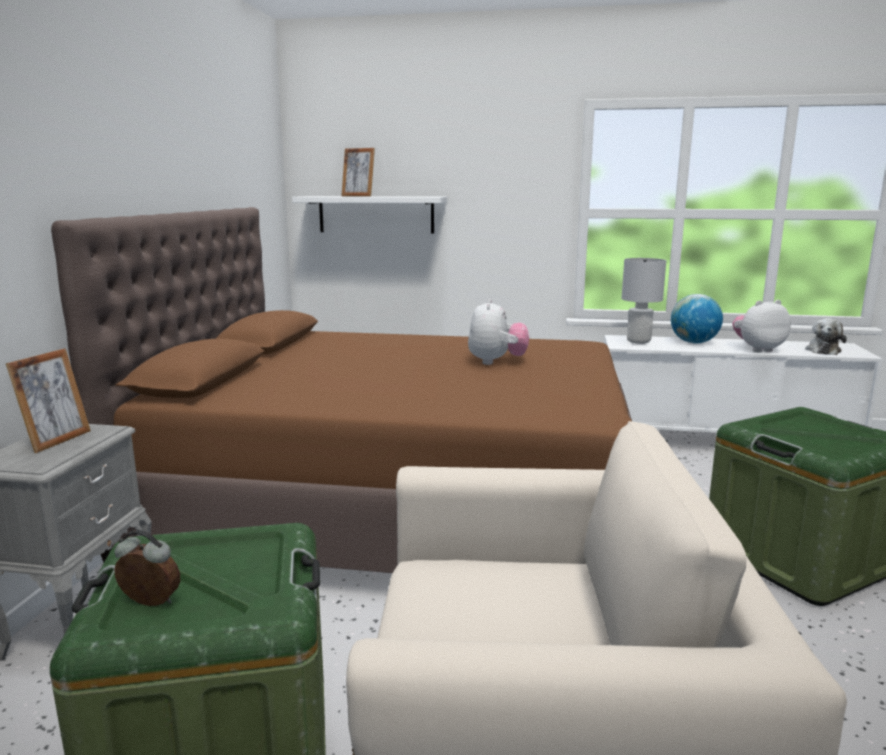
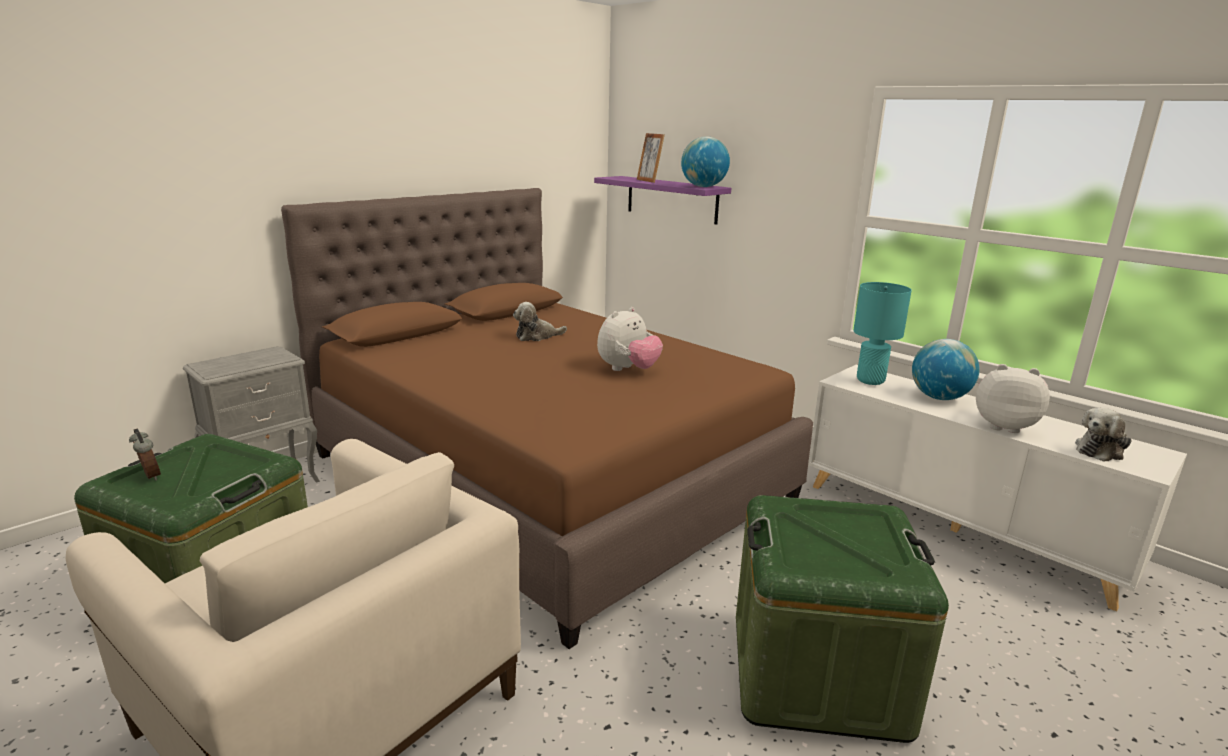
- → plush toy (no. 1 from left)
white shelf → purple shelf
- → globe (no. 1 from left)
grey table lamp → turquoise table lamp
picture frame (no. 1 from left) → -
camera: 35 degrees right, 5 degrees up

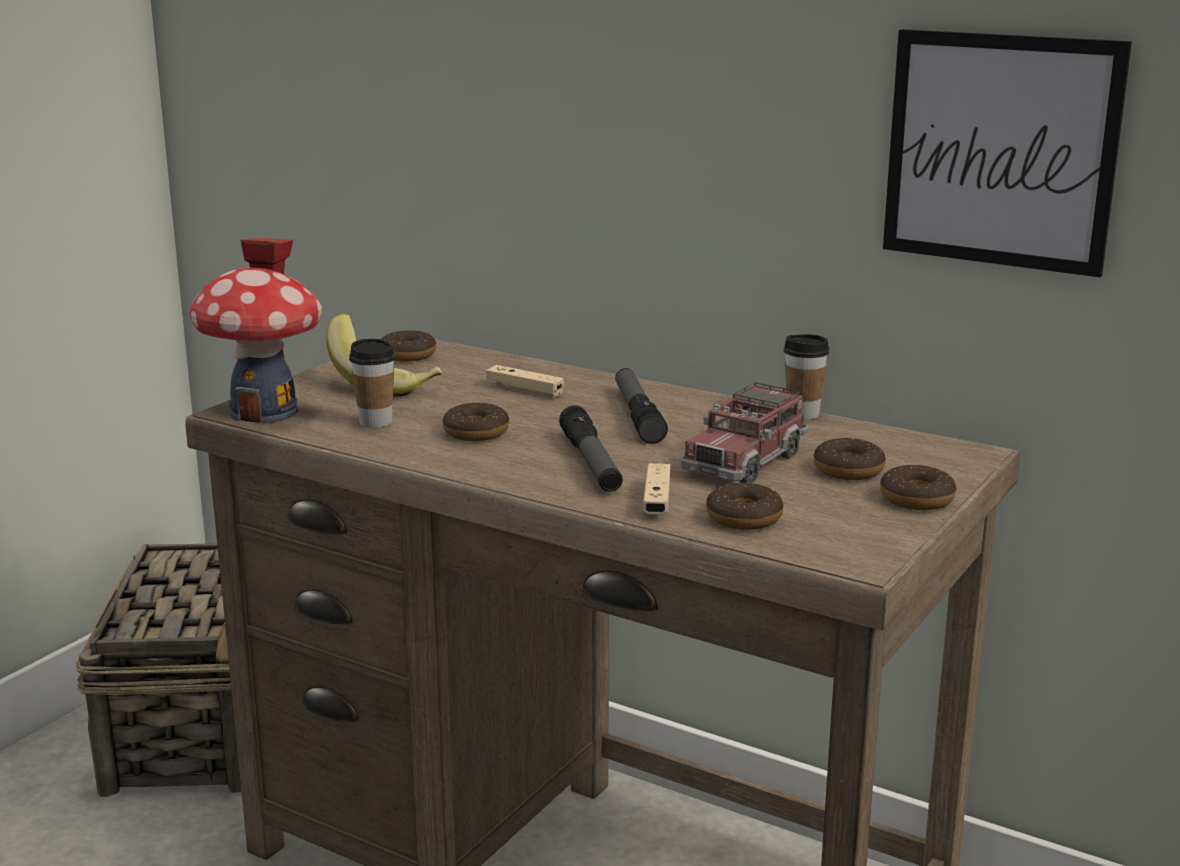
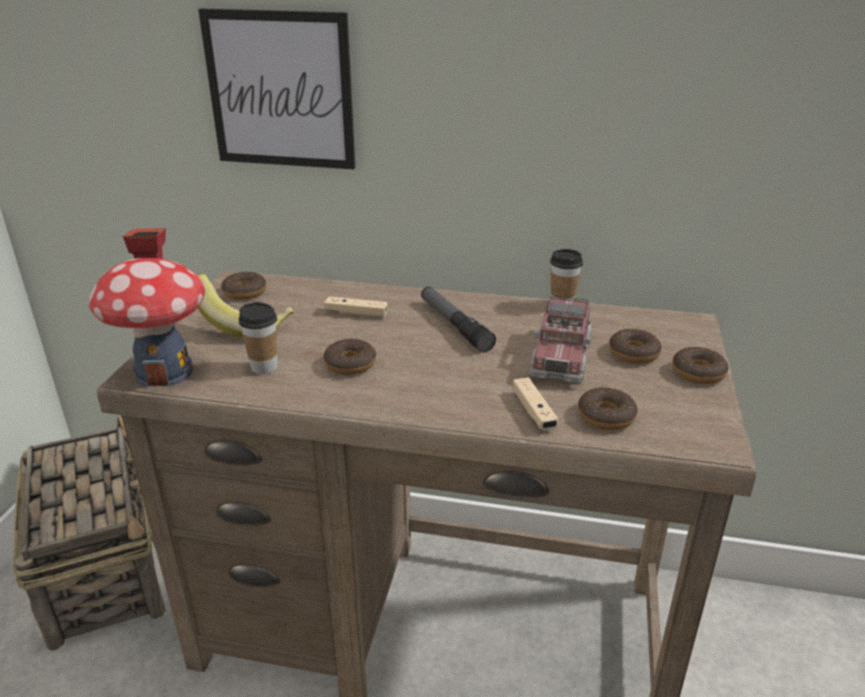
picture, shifted
flashlight (no. 1 from left) → -
camera: 20 degrees left, 10 degrees up

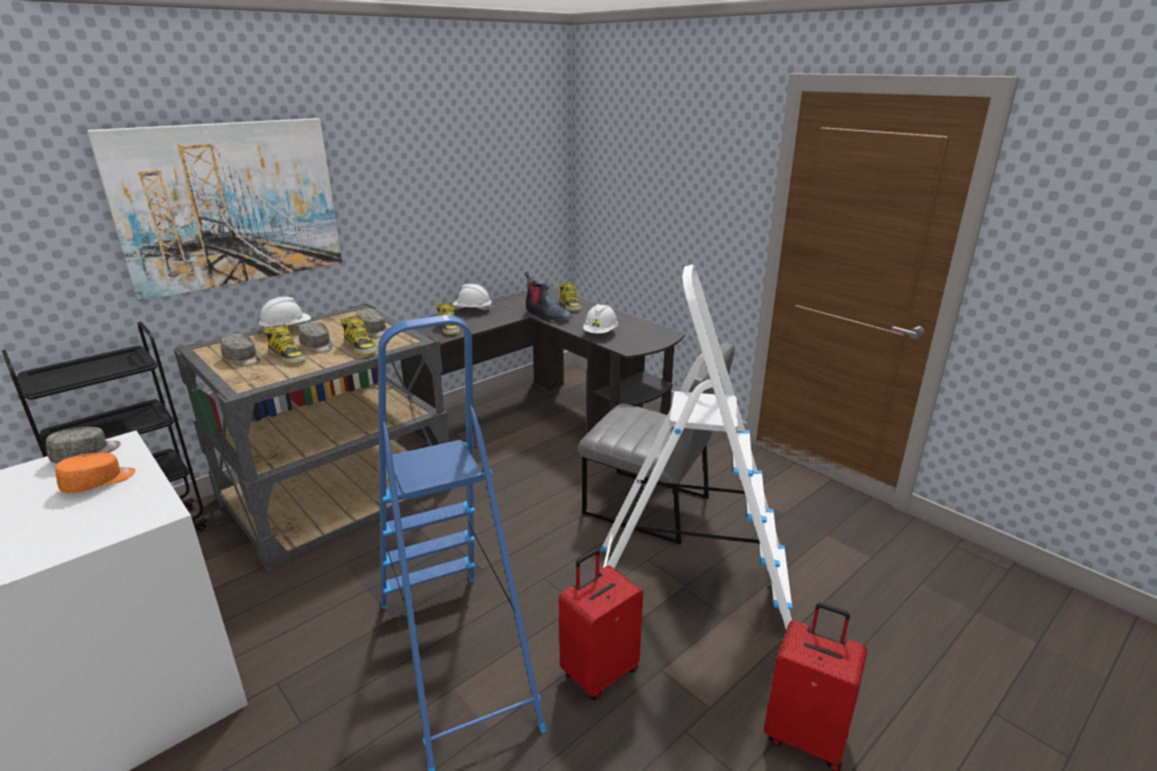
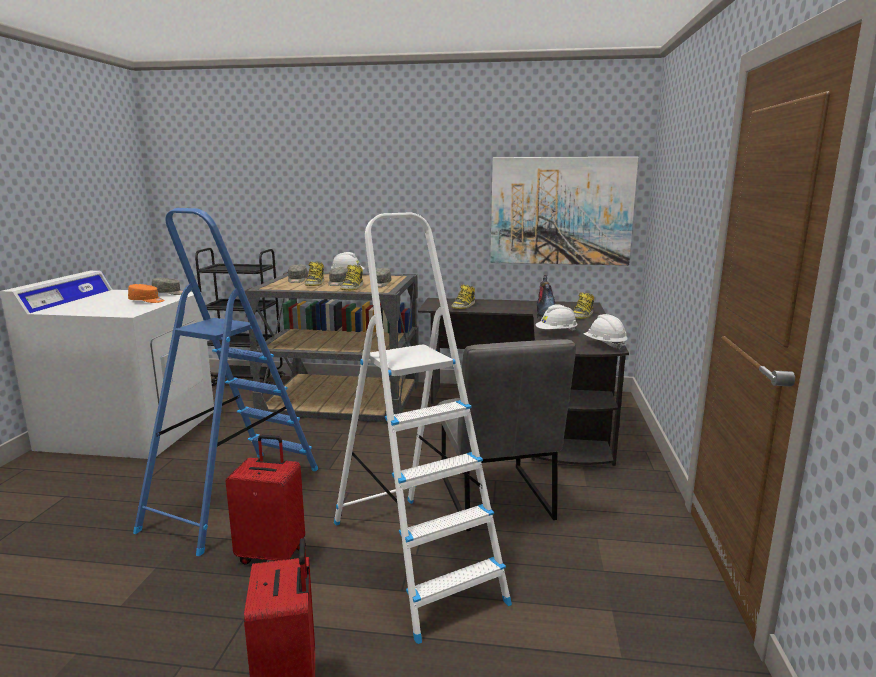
picture, shifted
white hard hat (no. 2 from left in the first image) → white hard hat (no. 3 from left), shifted
camera: 50 degrees right, 10 degrees down

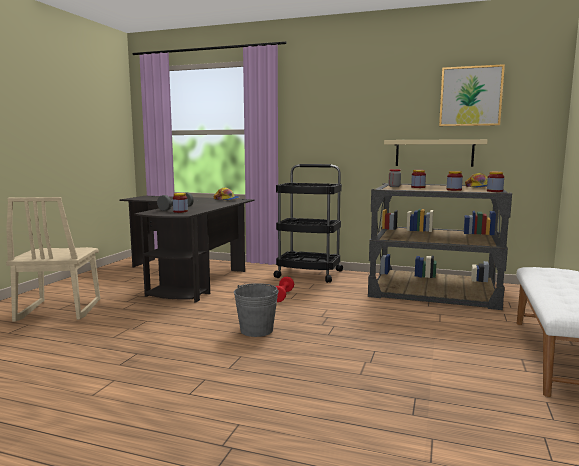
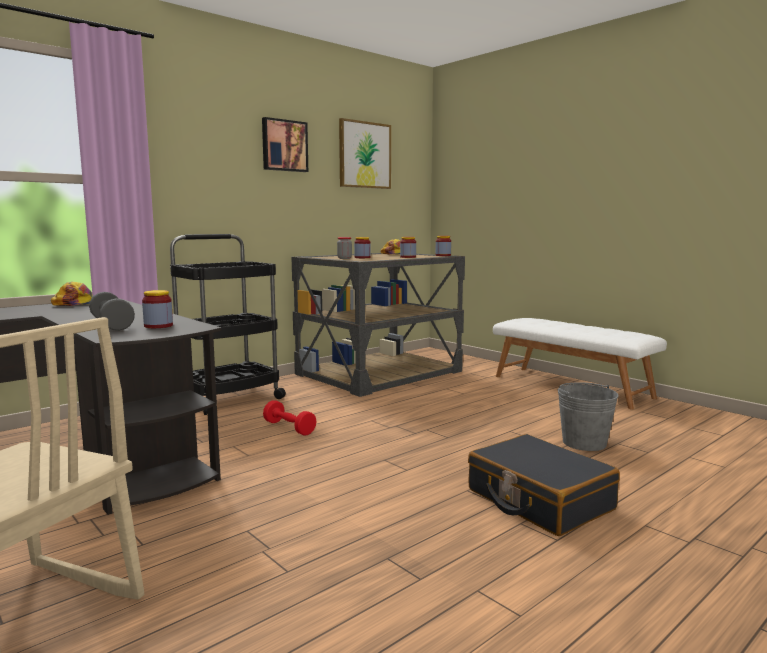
- → picture (no. 1 from left)
- → black suitcase
grey bucket, shifted
beige shelf → -
camera: 60 degrees left, 0 degrees up

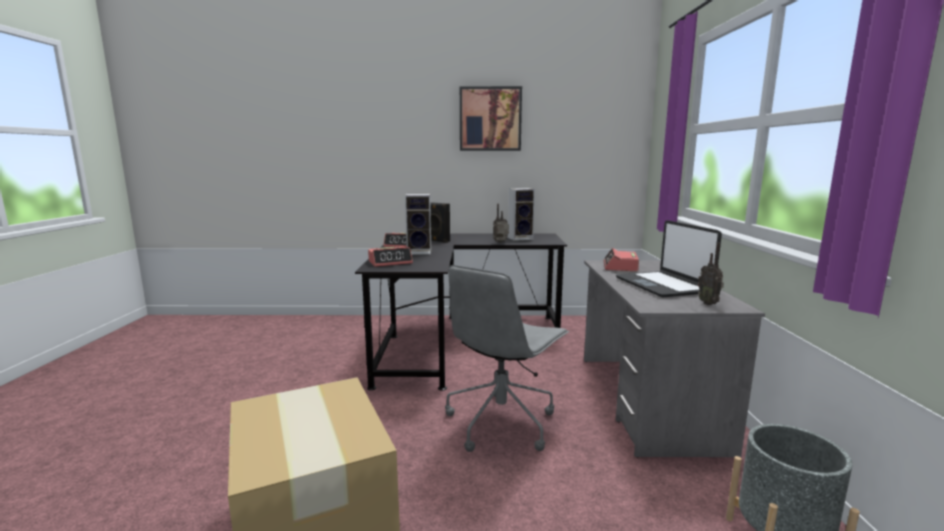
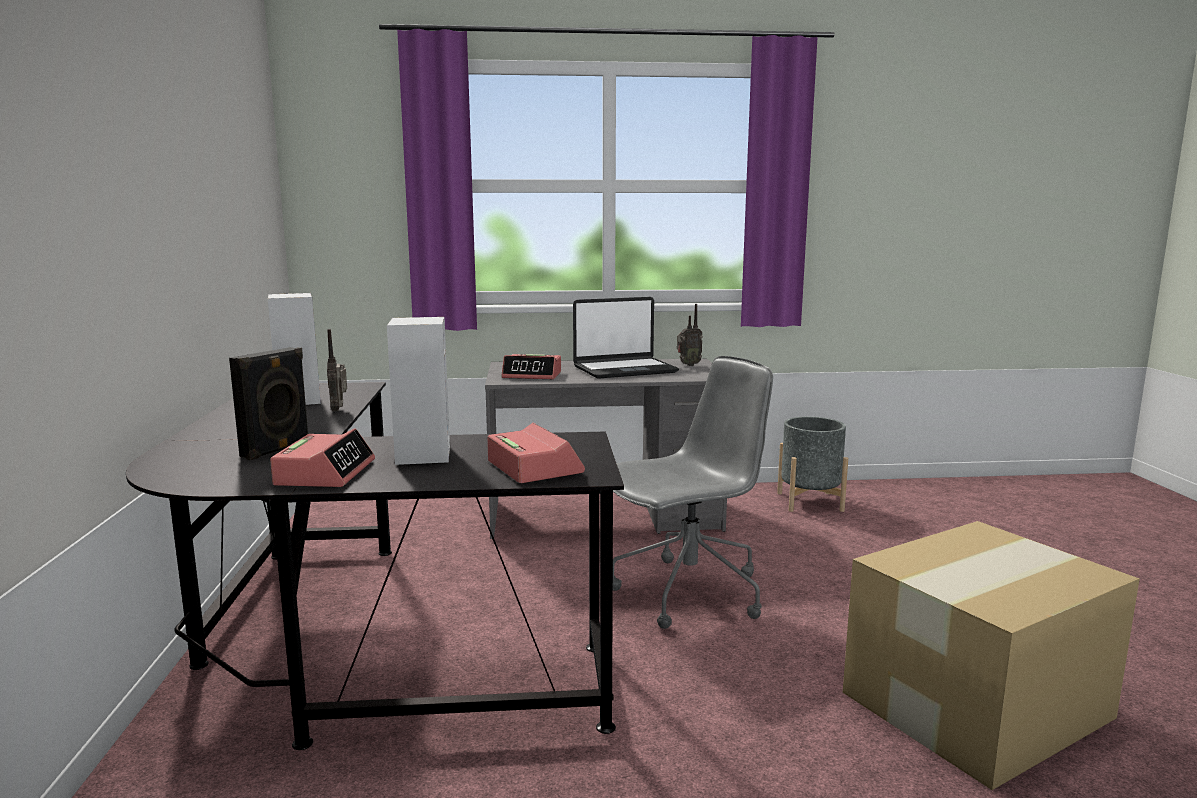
grey office chair, 60 degrees counterclockwise
picture → -
camera: 95 degrees left, 0 degrees up

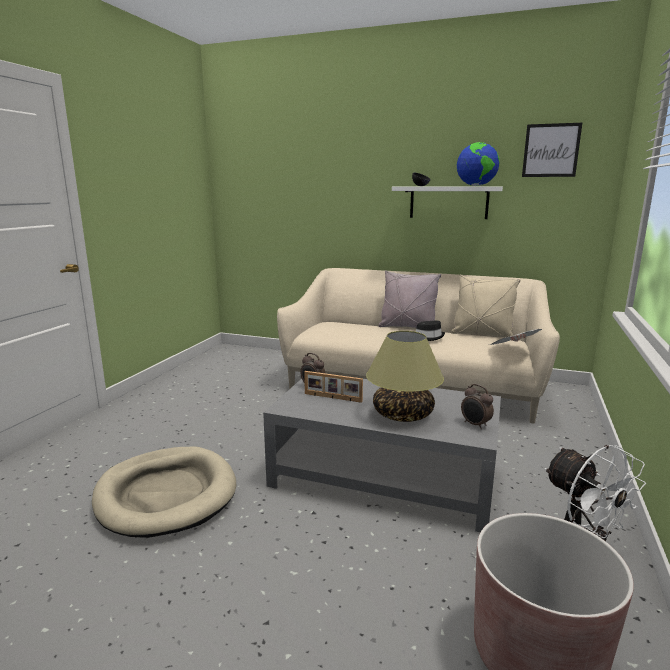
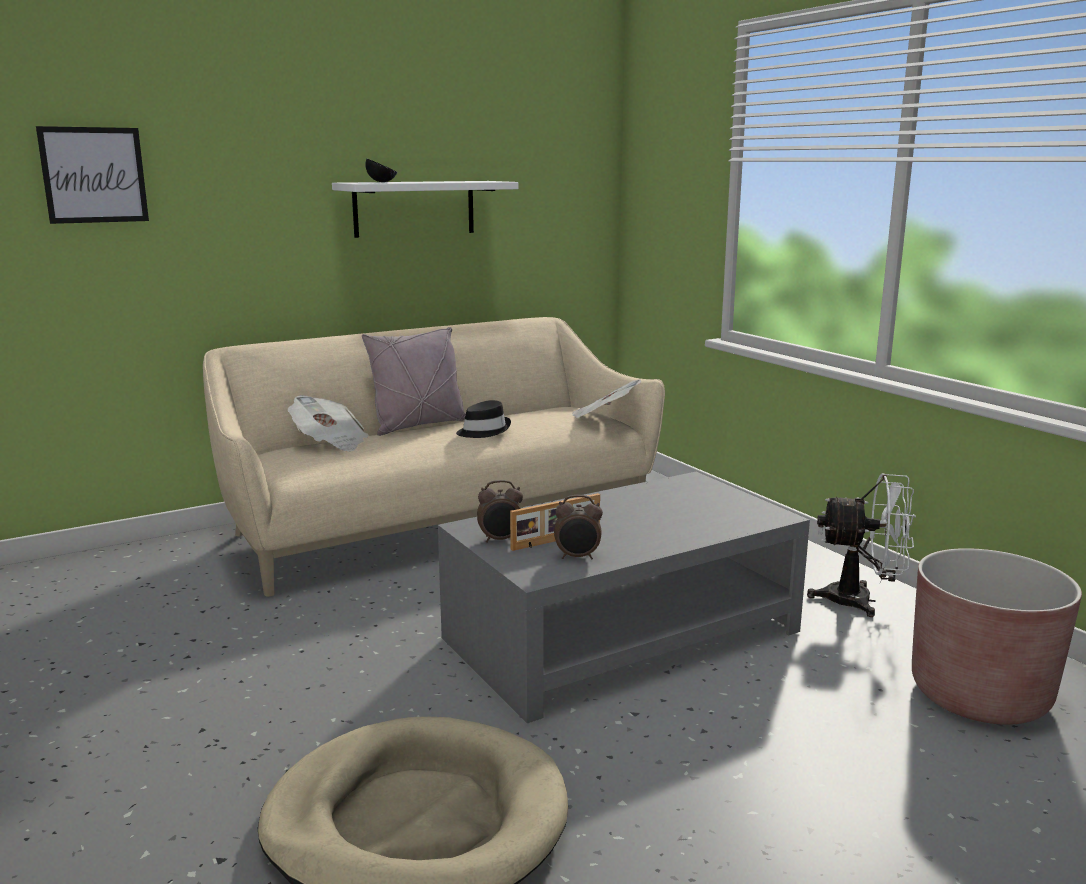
picture, shifted
- → newspaper (no. 1 from left)
alarm clock (no. 2 from left), shifted
table lamp → -
beige pillow → -
globe → -
camera: 50 degrees left, 0 degrees up

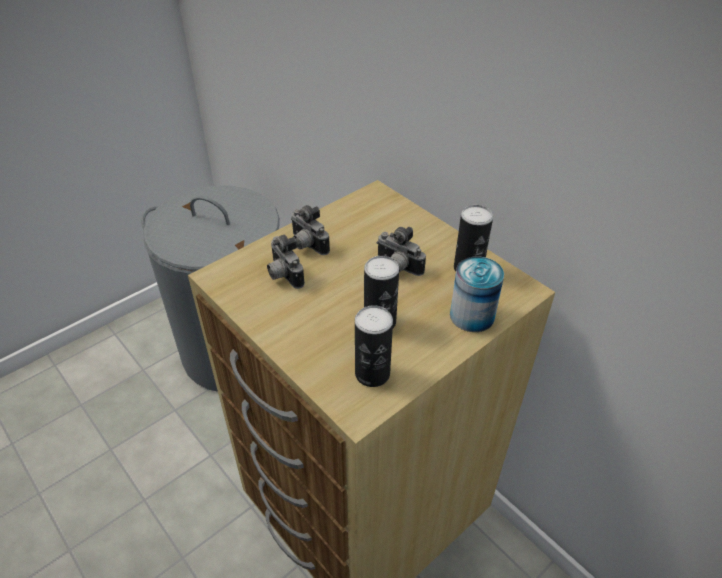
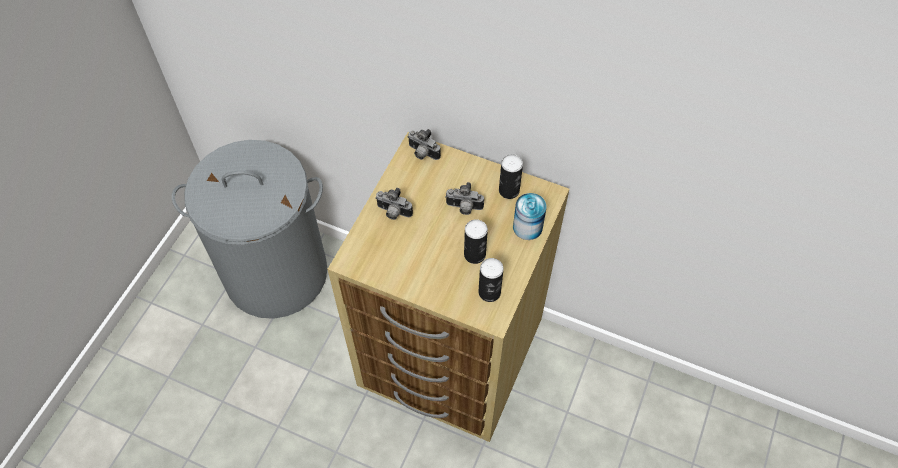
photo camera (no. 1 from left in the first image) → photo camera (no. 2 from left), shifted
camera: 25 degrees left, 15 degrees up

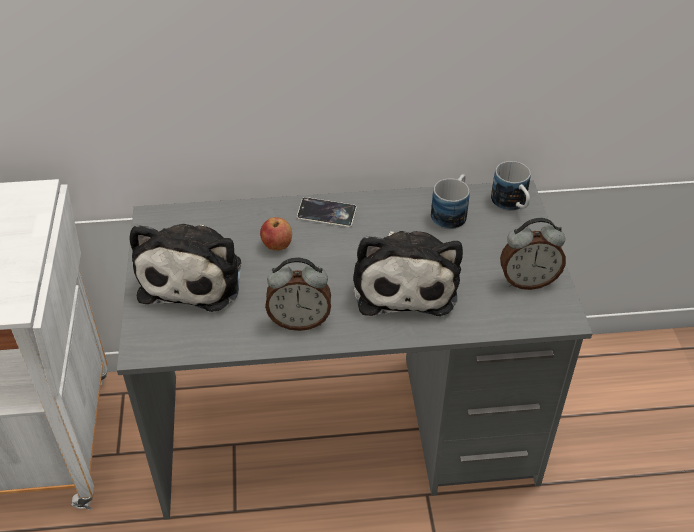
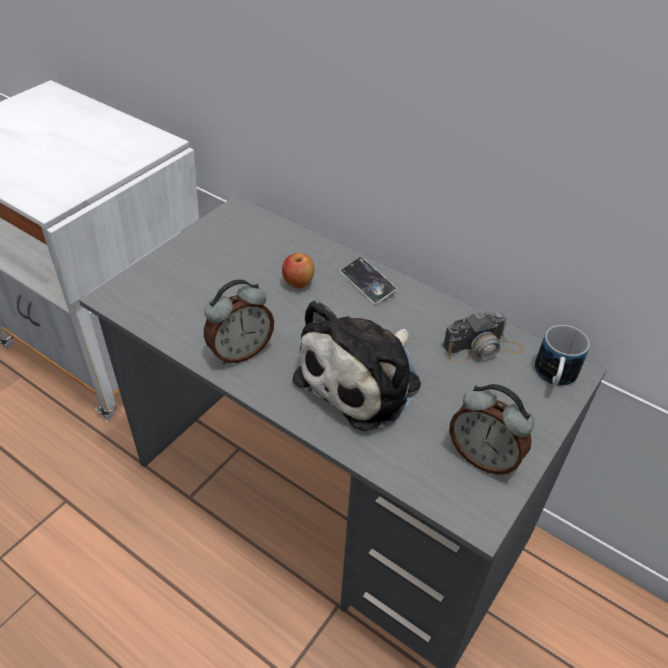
alarm clock (no. 1 from left), 75 degrees counterclockwise
mug (no. 1 from left) → photo camera
plush toy (no. 1 from left) → -
camera: 40 degrees right, 0 degrees up

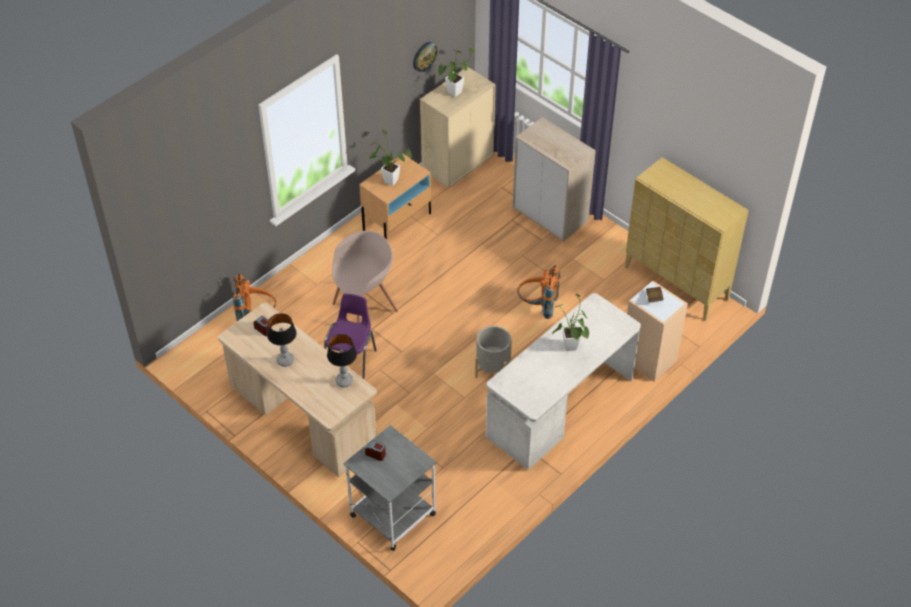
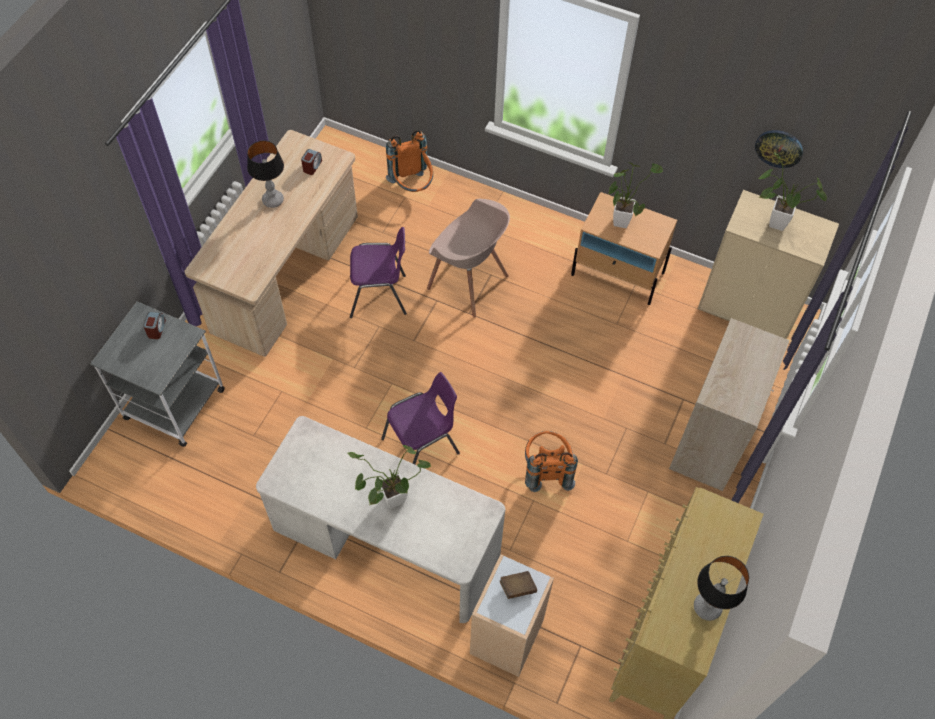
grey planter → purple chair (no. 2 from left)
table lamp (no. 2 from left), shifted
camera: 70 degrees right, 10 degrees up

